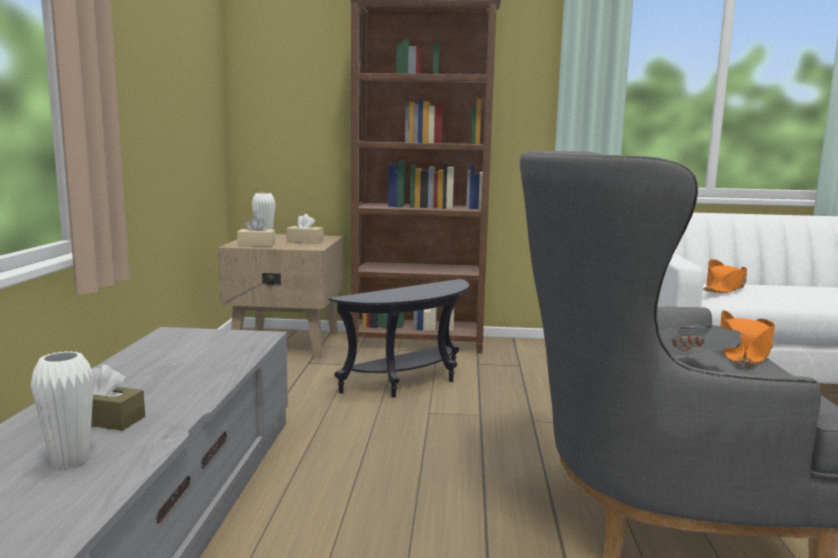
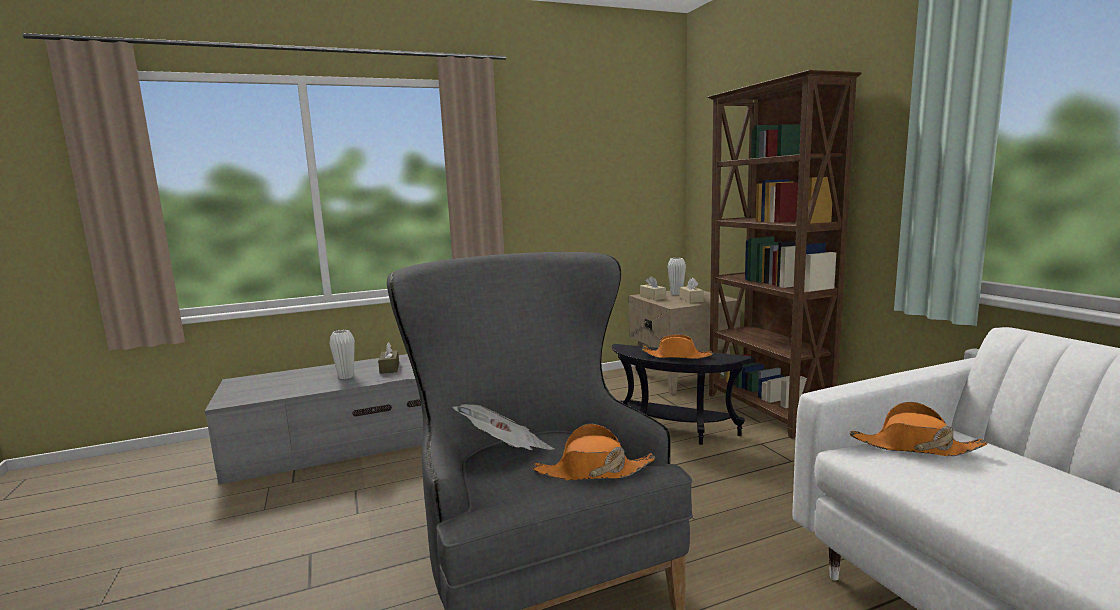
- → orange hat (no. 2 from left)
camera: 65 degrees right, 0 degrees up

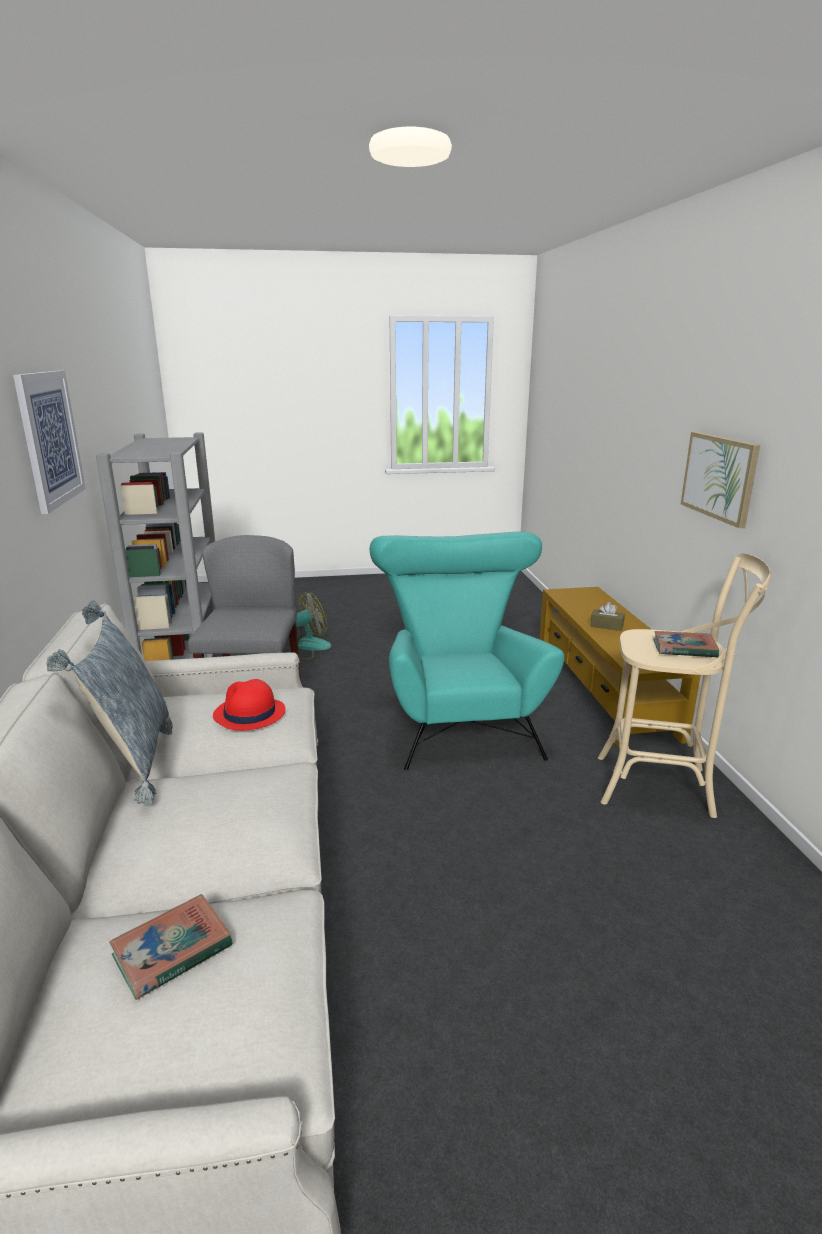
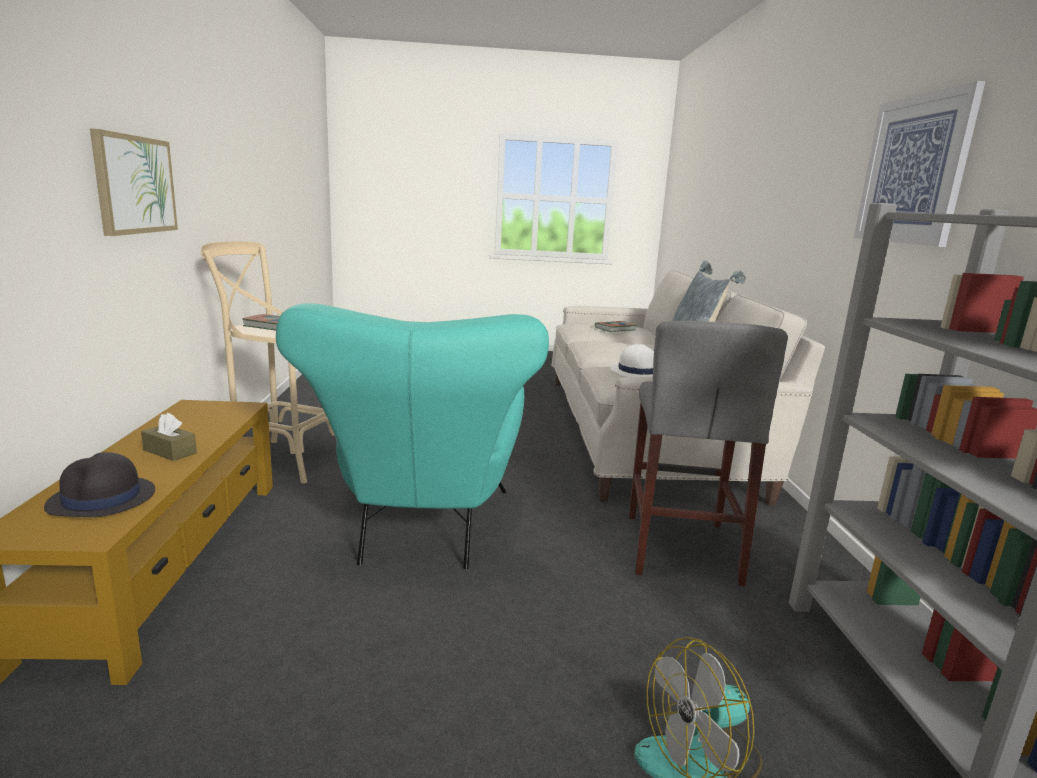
- → black hat
red hat → white hat
camera: 175 degrees left, 5 degrees down

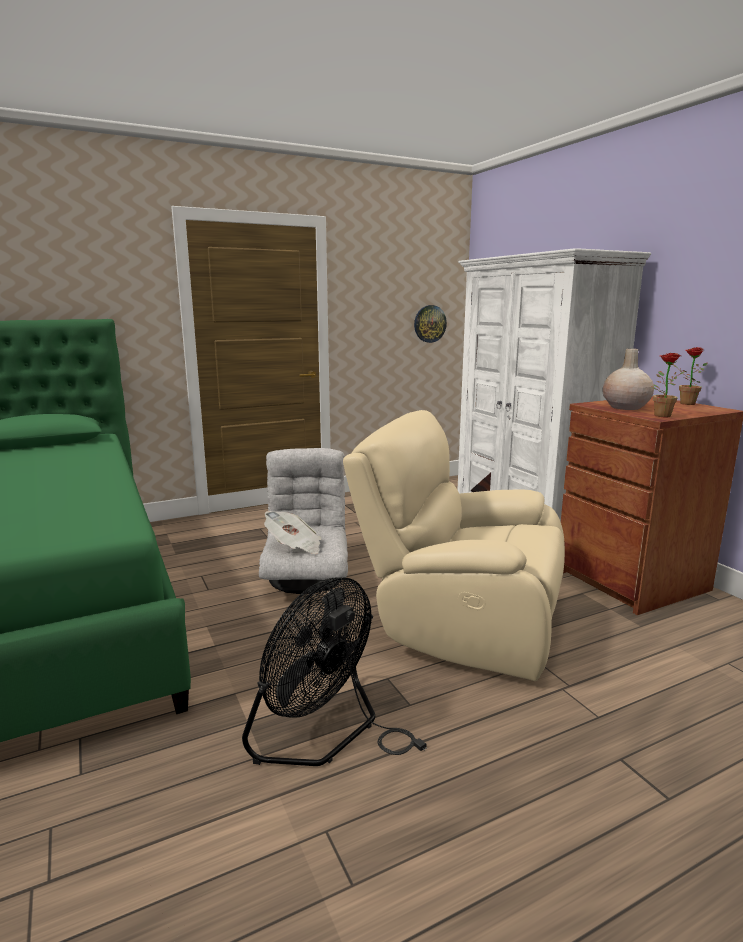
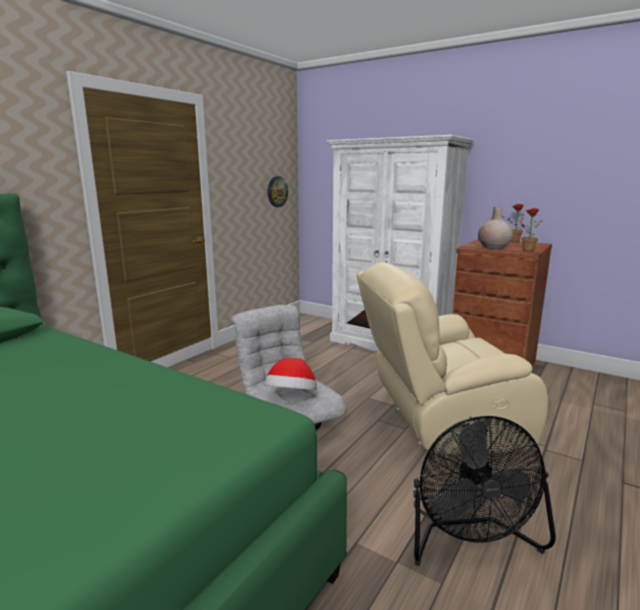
newspaper → hat
black fan, 105 degrees counterclockwise
camera: 30 degrees left, 0 degrees up

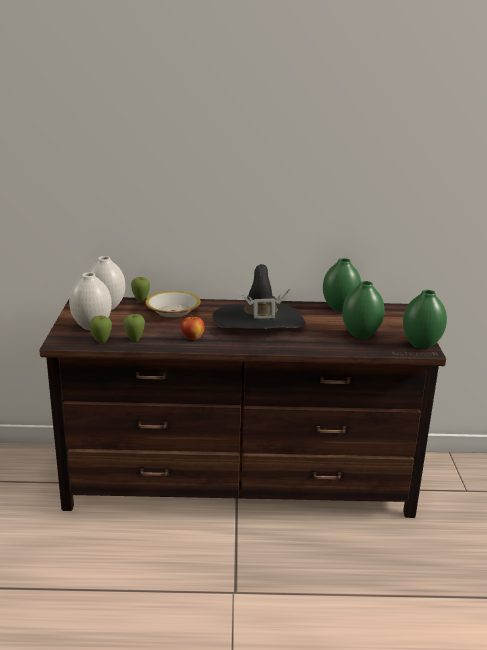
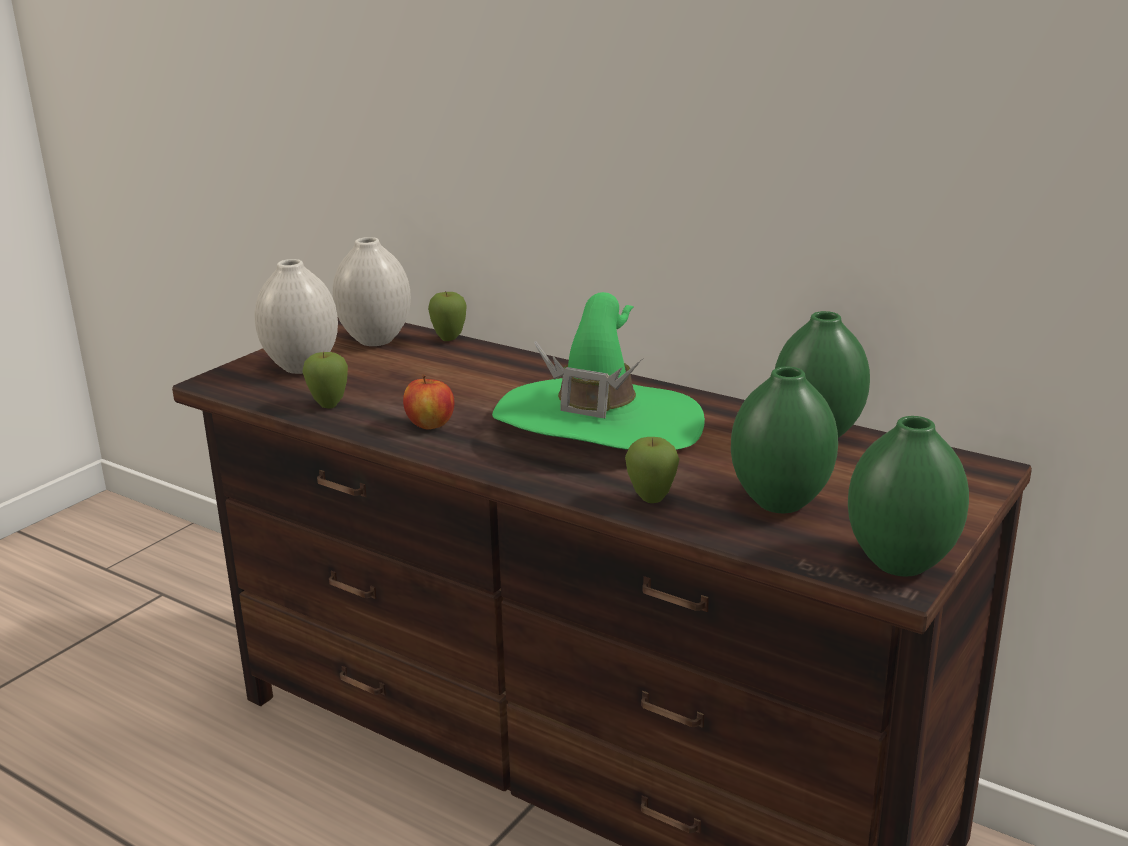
black hat → green hat
apple (no. 1 from left in the first image) → apple (no. 4 from left), shifted
bowl → -
camera: 35 degrees right, 0 degrees up

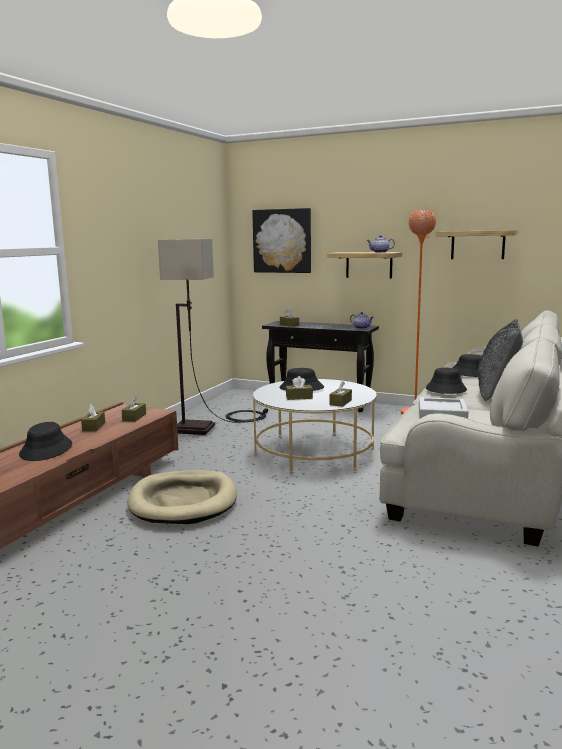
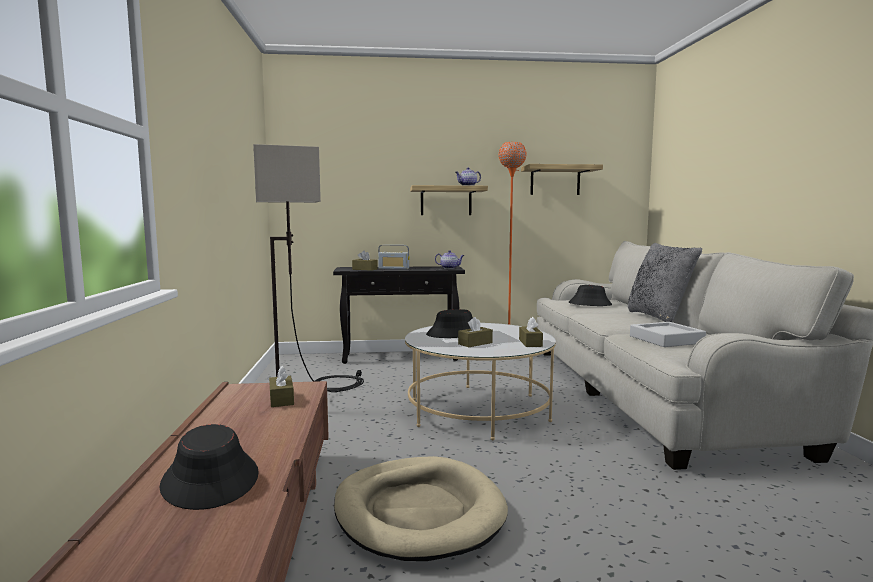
- → radio
brown tissue box (no. 1 from left) → -
picture → -
black hat (no. 3 from left) → -
camera: 30 degrees left, 5 degrees down

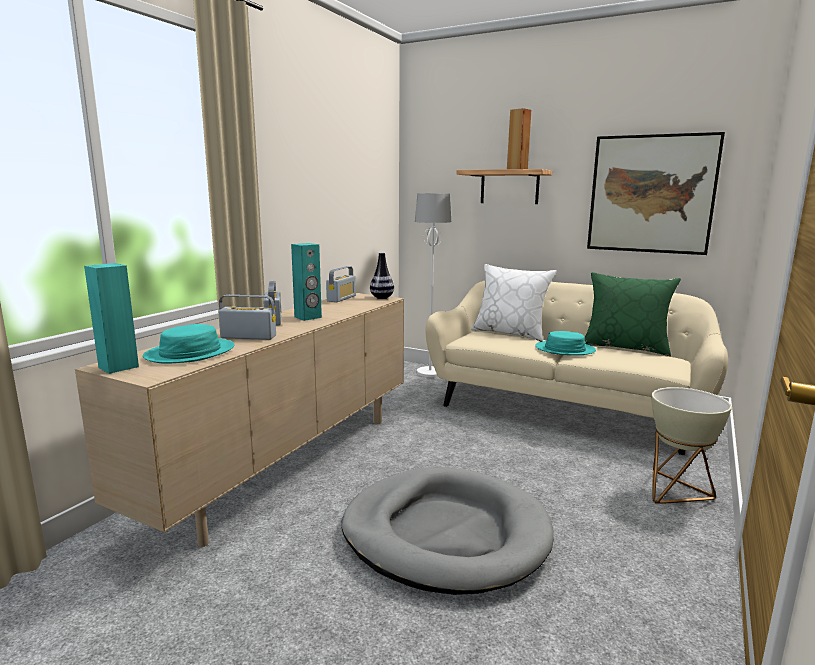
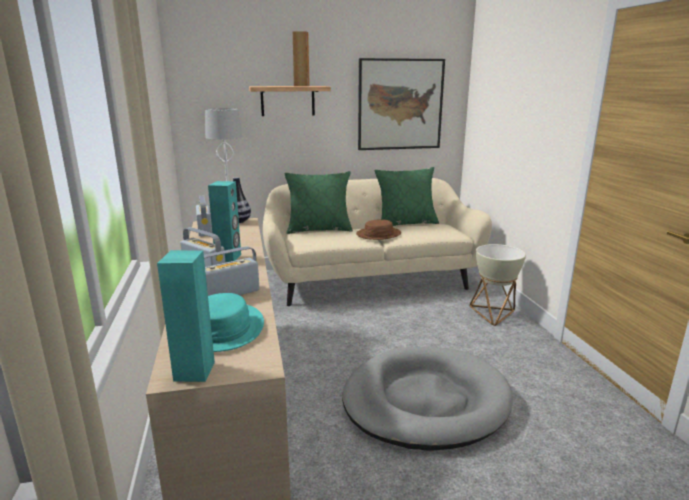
white pillow → green pillow (no. 1 from left)
turquoise hat (no. 2 from left) → brown hat
camera: 40 degrees left, 5 degrees up

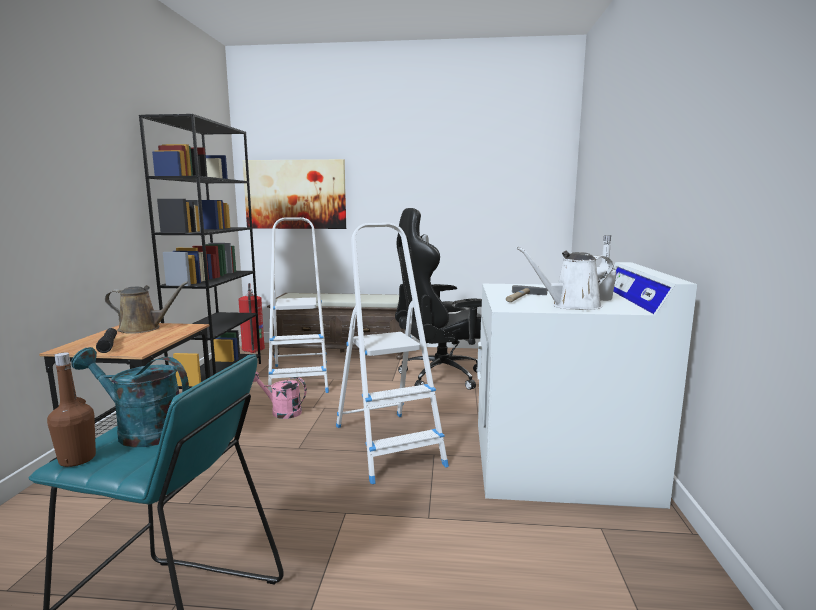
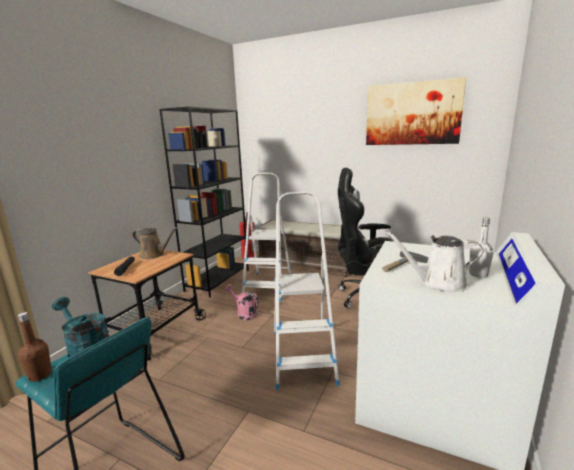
picture, shifted
camera: 20 degrees right, 5 degrees up

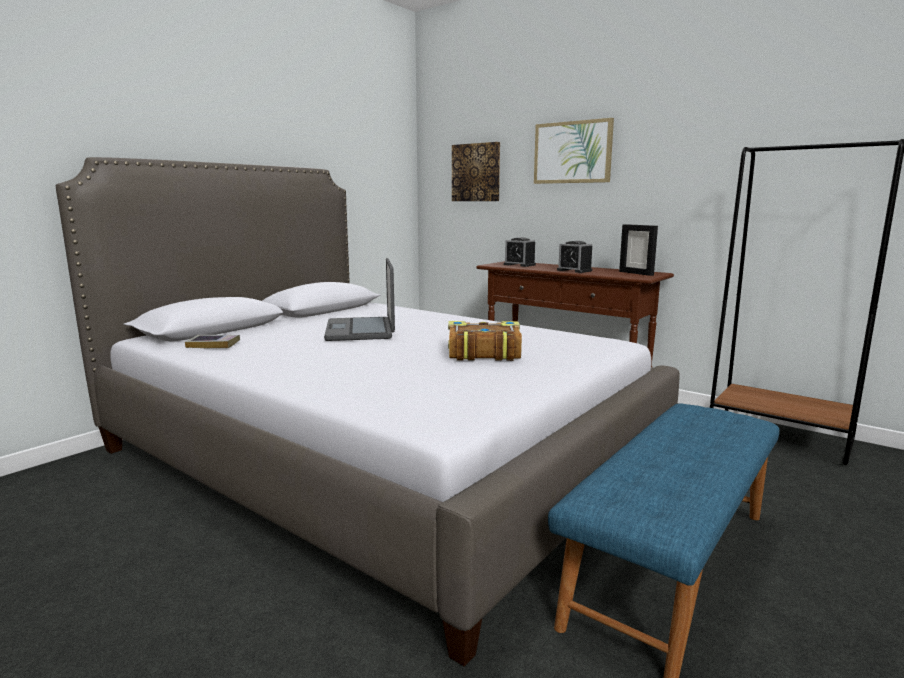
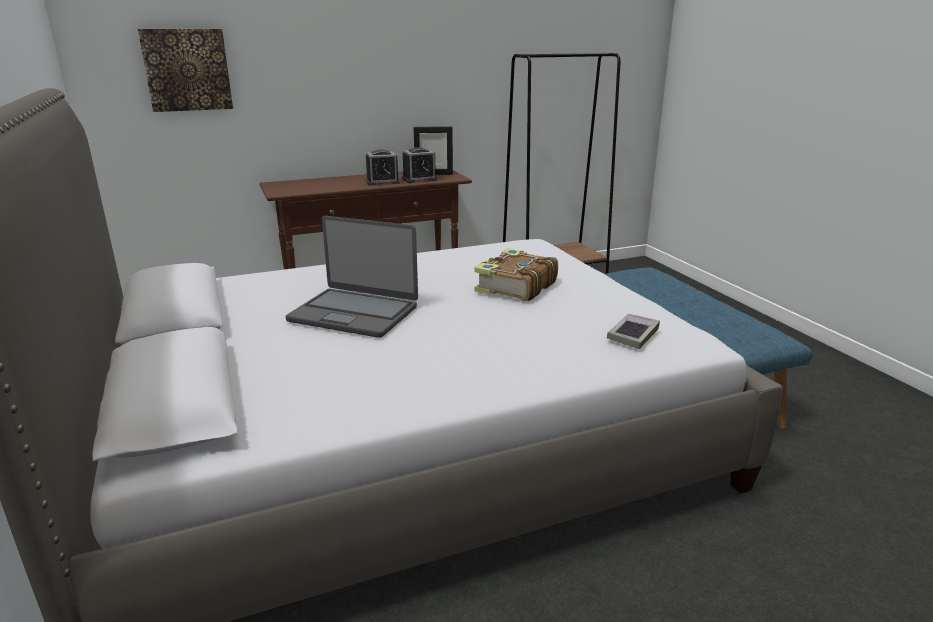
alarm clock (no. 1 from left in the first image) → alarm clock (no. 2 from left), shifted
book (no. 1 from left in the first image) → book (no. 2 from left), shifted
picture (no. 2 from left) → -
camera: 60 degrees left, 10 degrees up

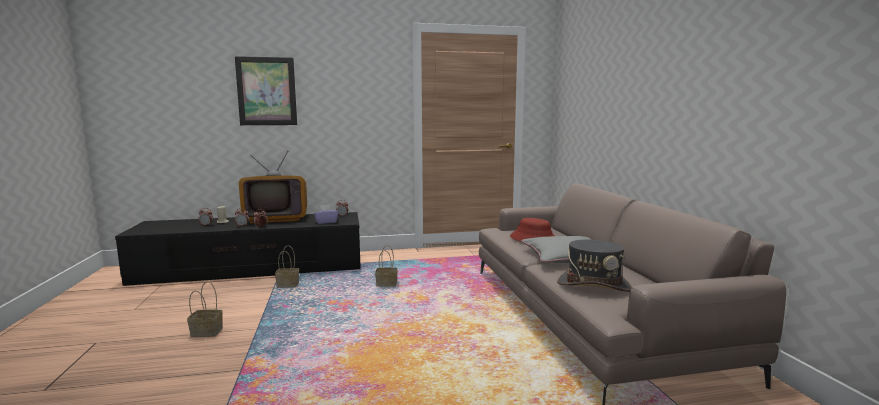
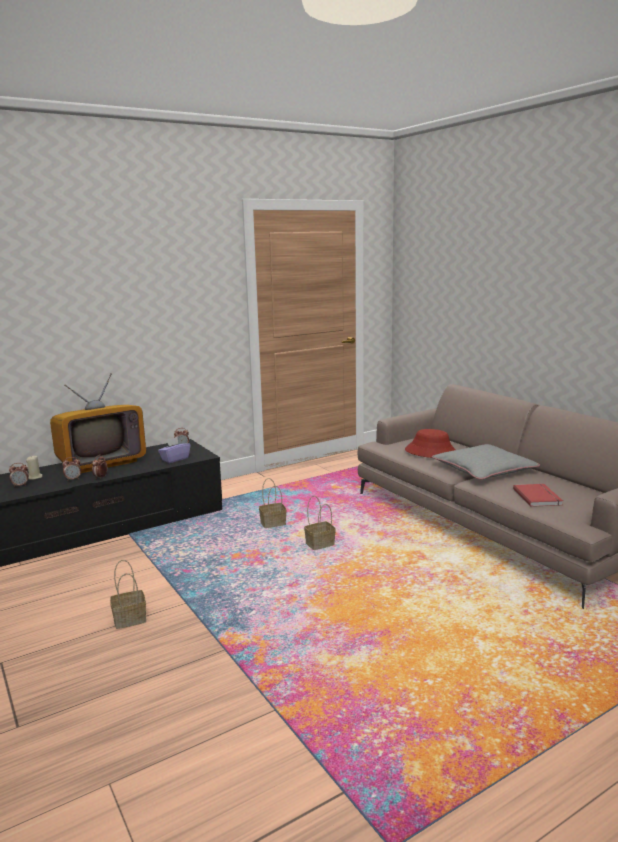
basket (no. 2 from left in the first image) → basket (no. 3 from left), shifted
grey hat → red book
picture → -
camera: 20 degrees left, 5 degrees up

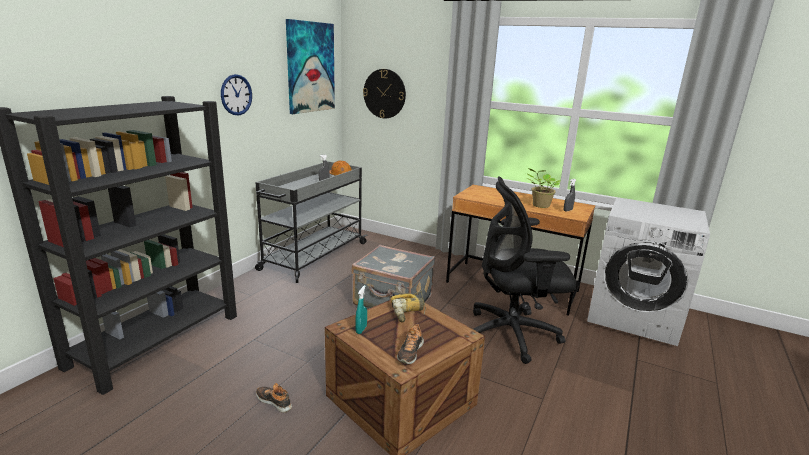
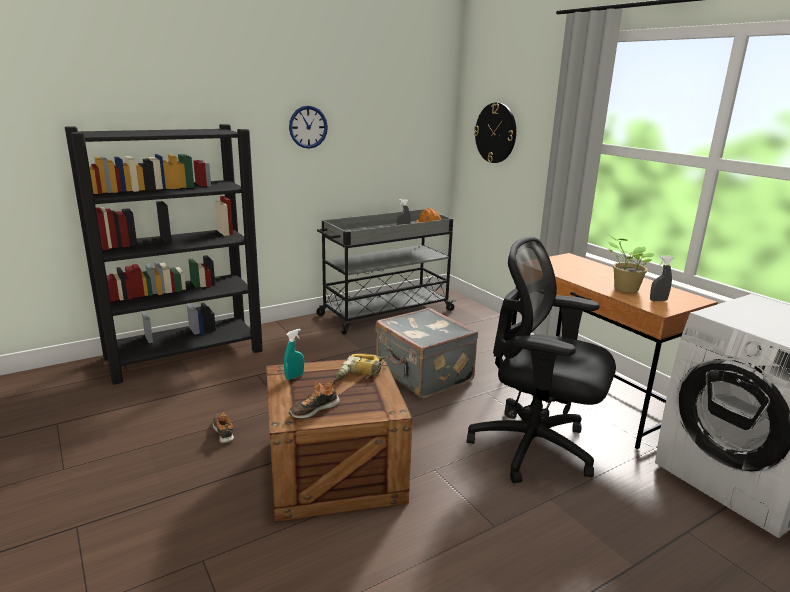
picture → -
camera: 30 degrees right, 0 degrees up

